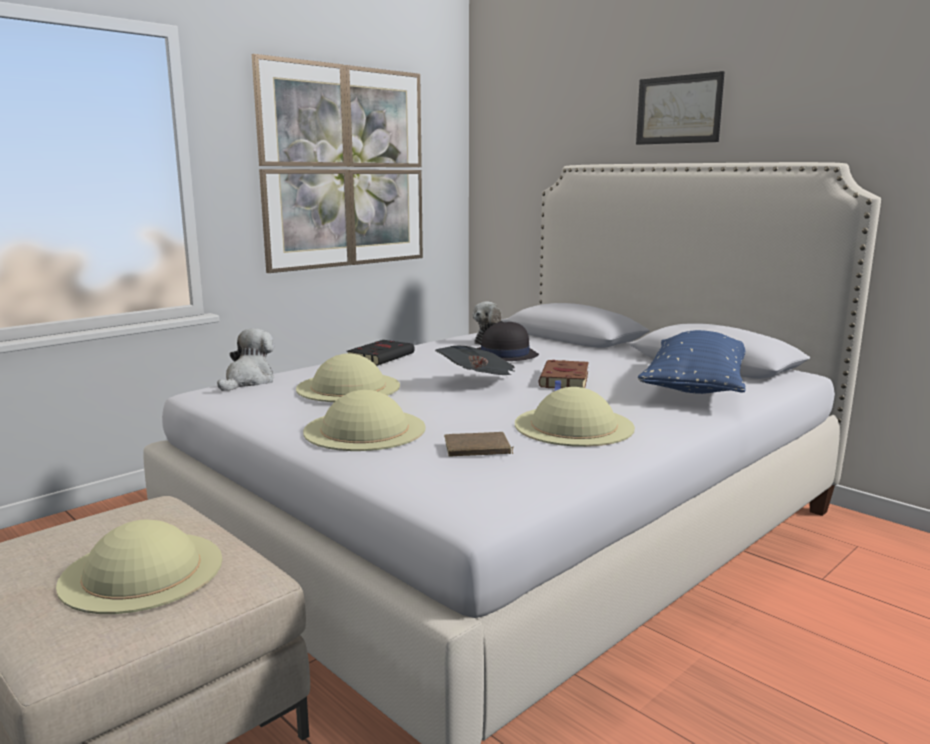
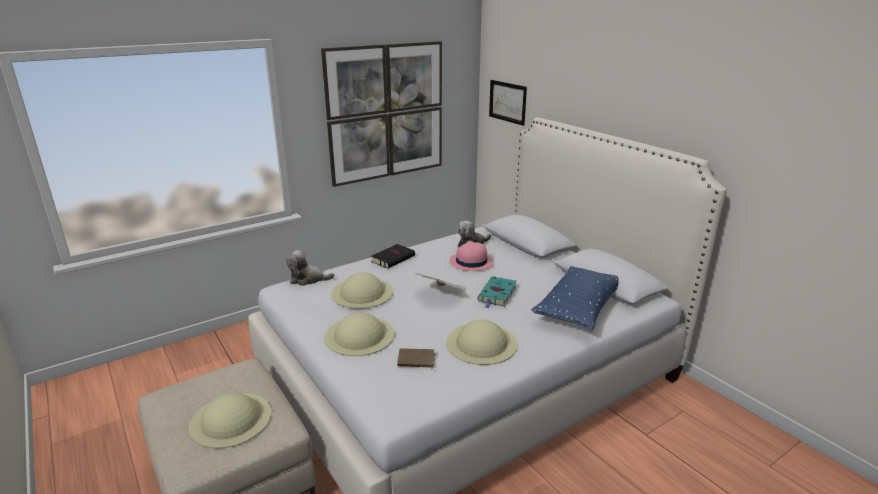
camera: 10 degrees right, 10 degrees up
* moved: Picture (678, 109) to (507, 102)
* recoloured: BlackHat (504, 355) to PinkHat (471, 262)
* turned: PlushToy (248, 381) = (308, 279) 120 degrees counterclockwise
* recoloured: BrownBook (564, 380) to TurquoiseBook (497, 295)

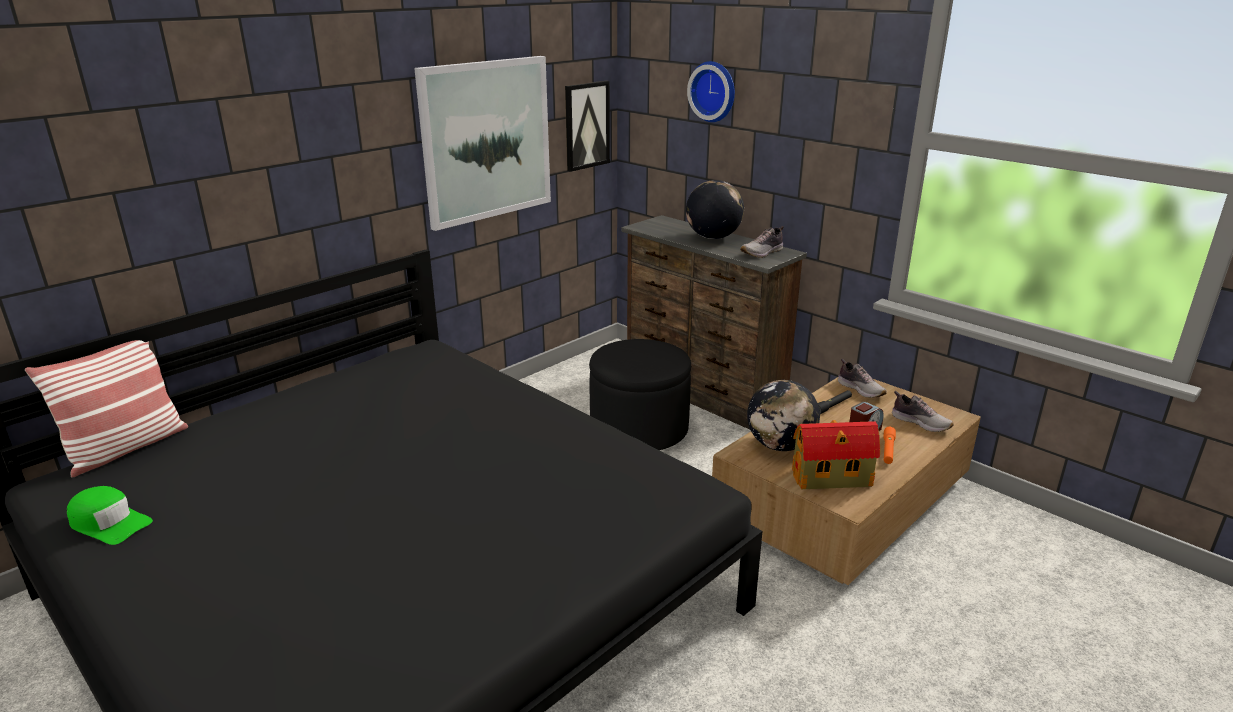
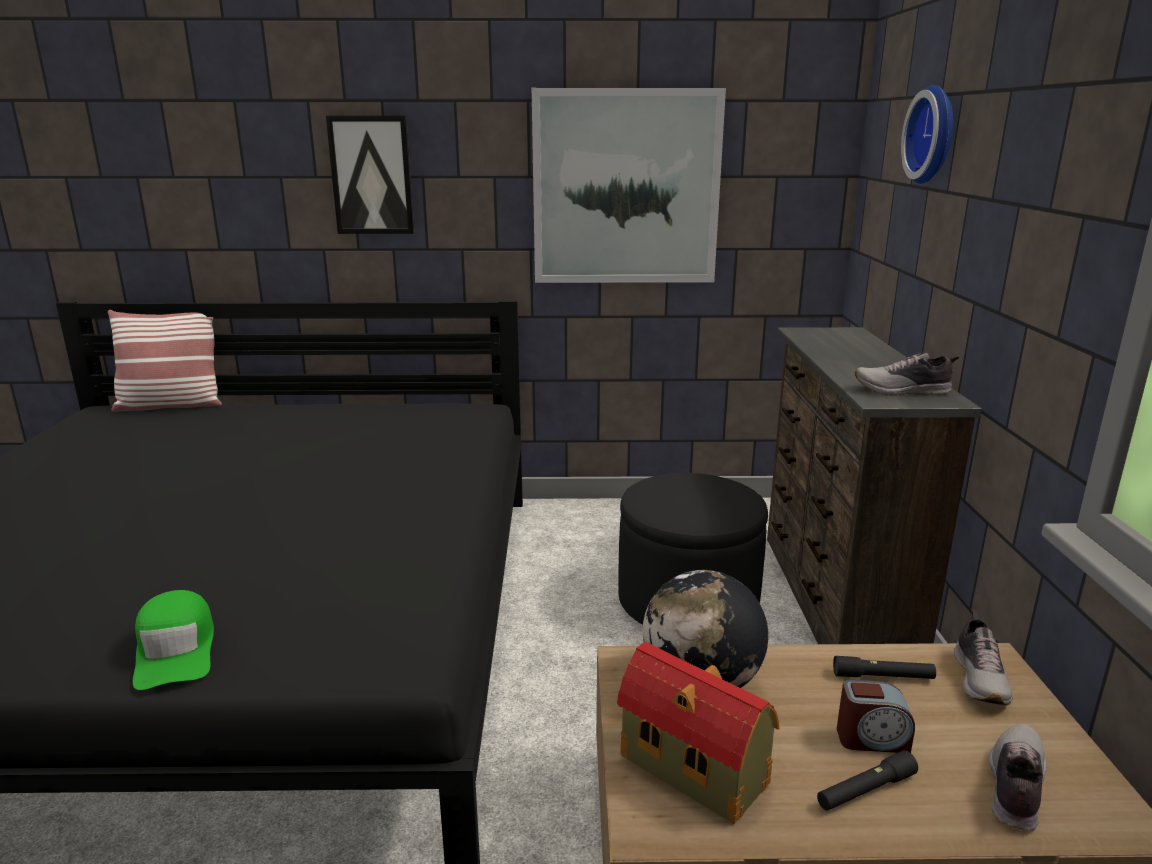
camera: 45 degrees right, 5 degrees down
* moved: Picture (586, 125) to (372, 175)
* removed: Globe (713, 237)
* turned: Shoe (920, 422) = (1014, 786) 150 degrees counterclockwise
* recoloured: OrangeFlashlight (888, 450) to BlackFlashlight (865, 790)
* moved: GreenCap (109, 523) to (176, 650)

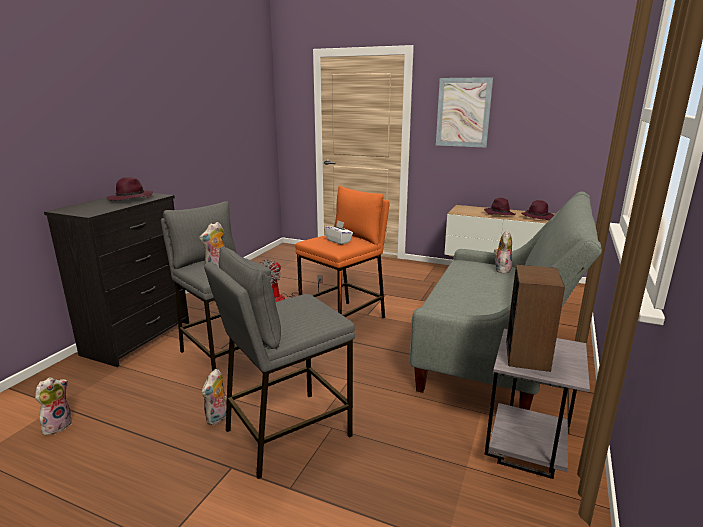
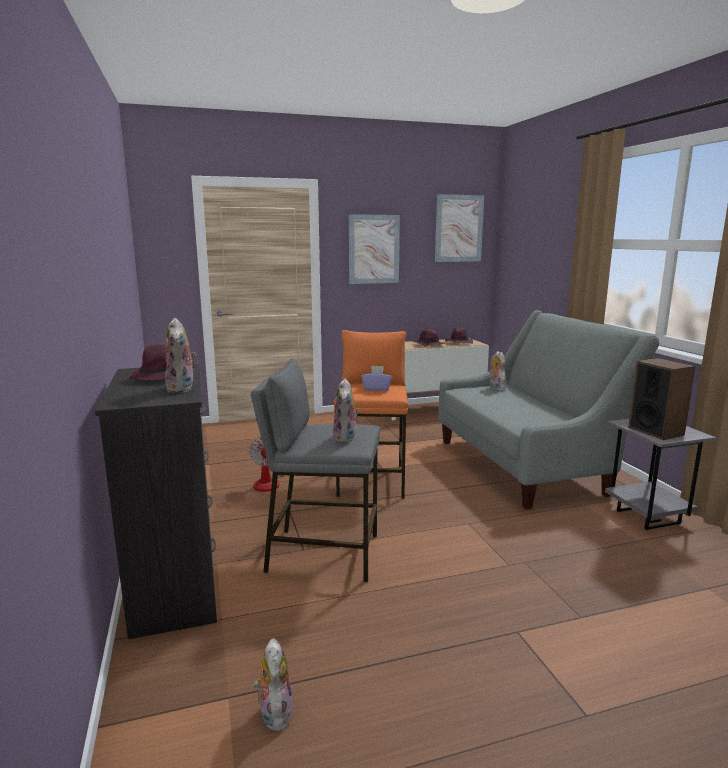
camera: 40 degrees left, 5 degrees down
* recoloured: WhiteTissueBox (338, 241) to PurpleTissueBox (377, 388)
* removed: GreyStool (287, 432)
* moved: PlushToy (218, 418) to (182, 388)
* added: Picture (459, 228)

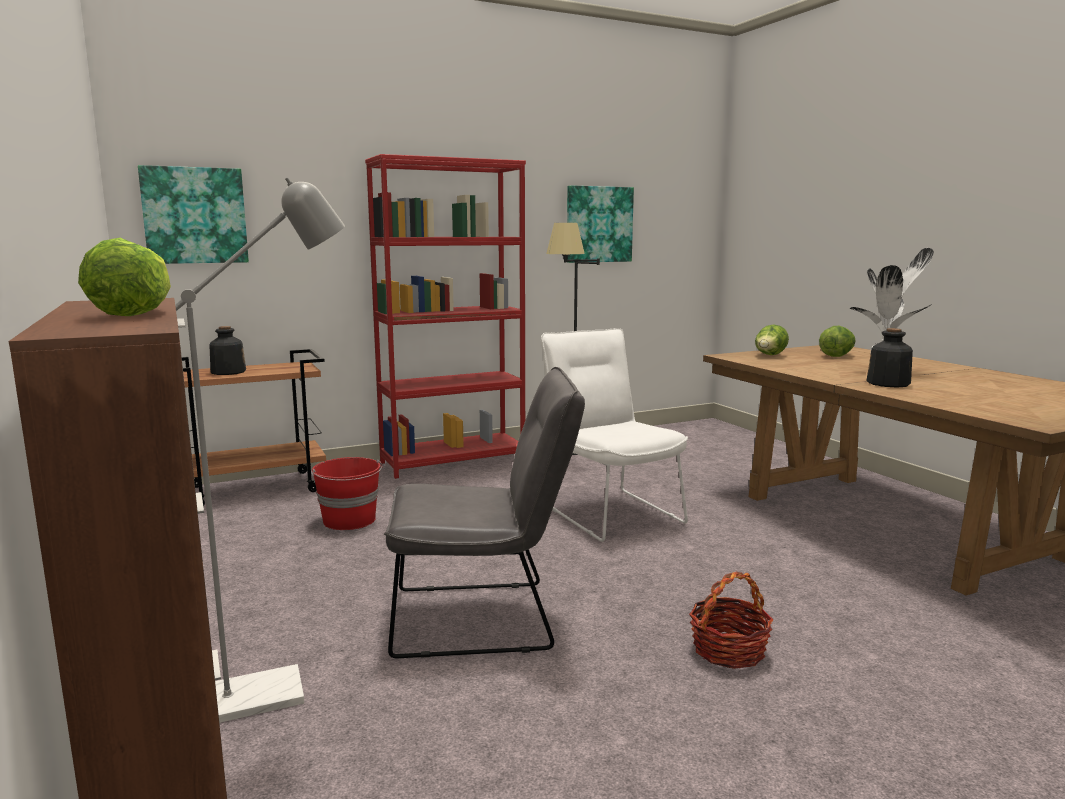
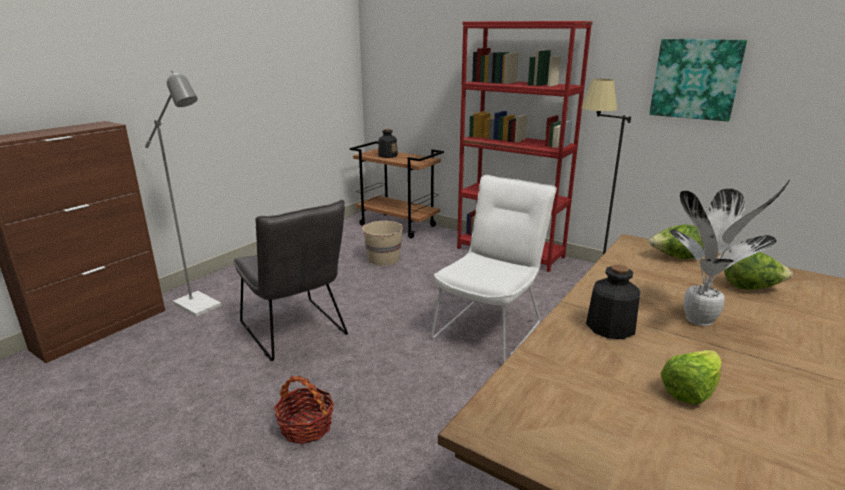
camera: 60 degrees right, 10 degrees up
* removed: Picture (195, 215)
* moved: Lettuce (135, 313) to (690, 391)
* recoloured: RedBucket (350, 520) to BeigeBucket (383, 259)

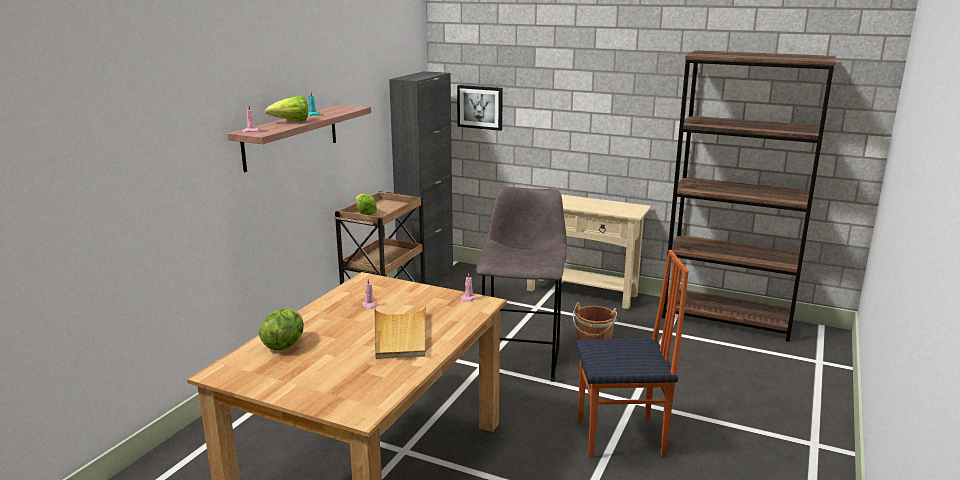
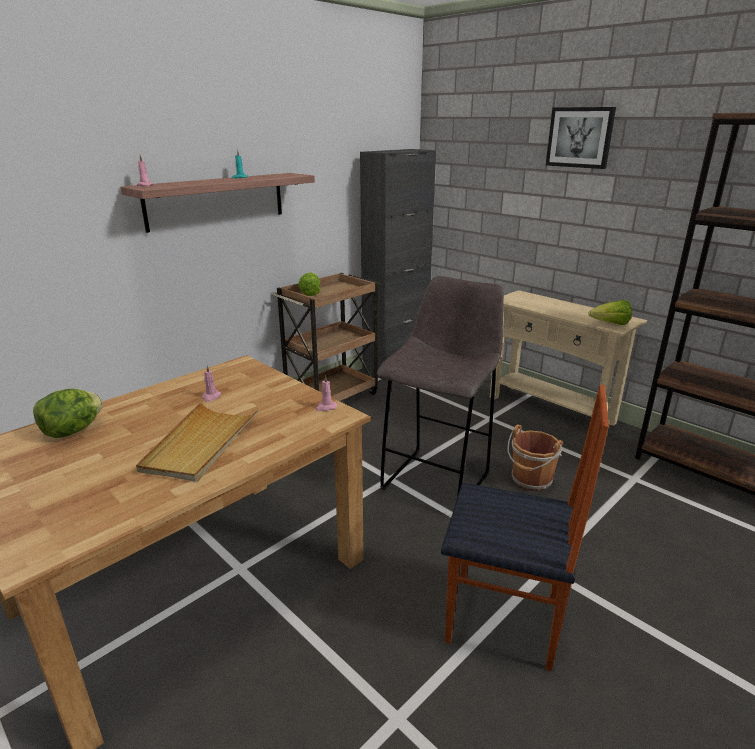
camera: 20 degrees right, 5 degrees up
* moved: Picture (480, 107) to (580, 137)
* moved: Lettuce (291, 121) to (610, 324)

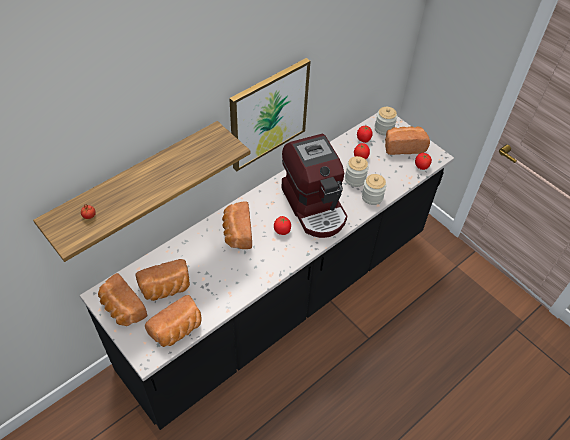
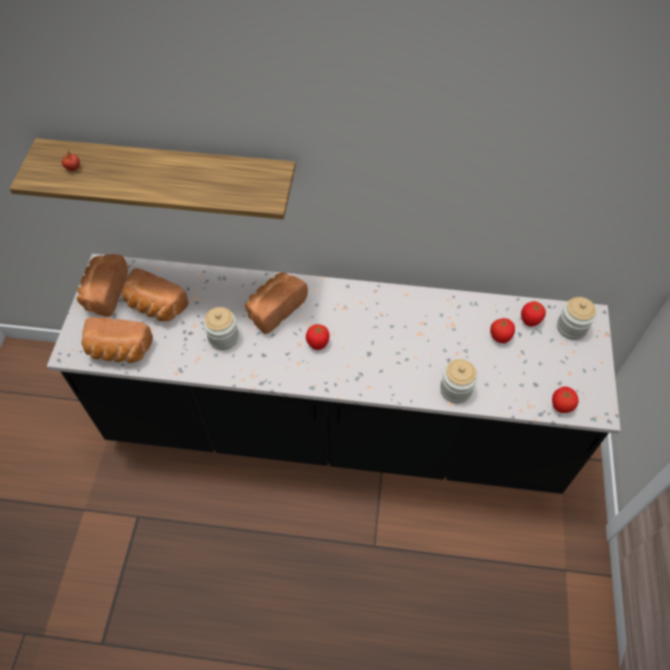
camera: 50 degrees right, 5 degrees up
* removed: Picture (268, 114)
* removed: Bread (403, 146)
* removed: CoffeeMachine (315, 206)
* moved: Jar (355, 179) to (223, 337)

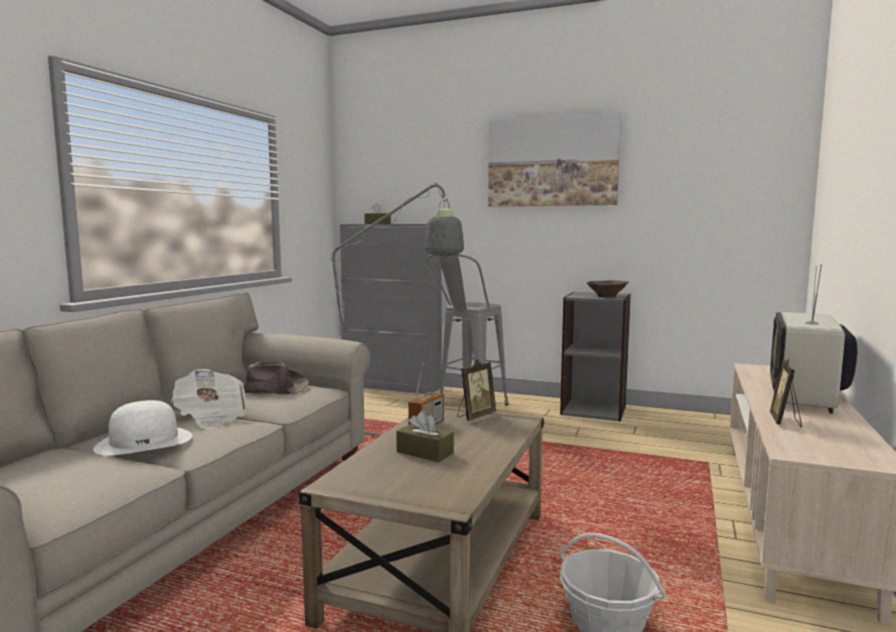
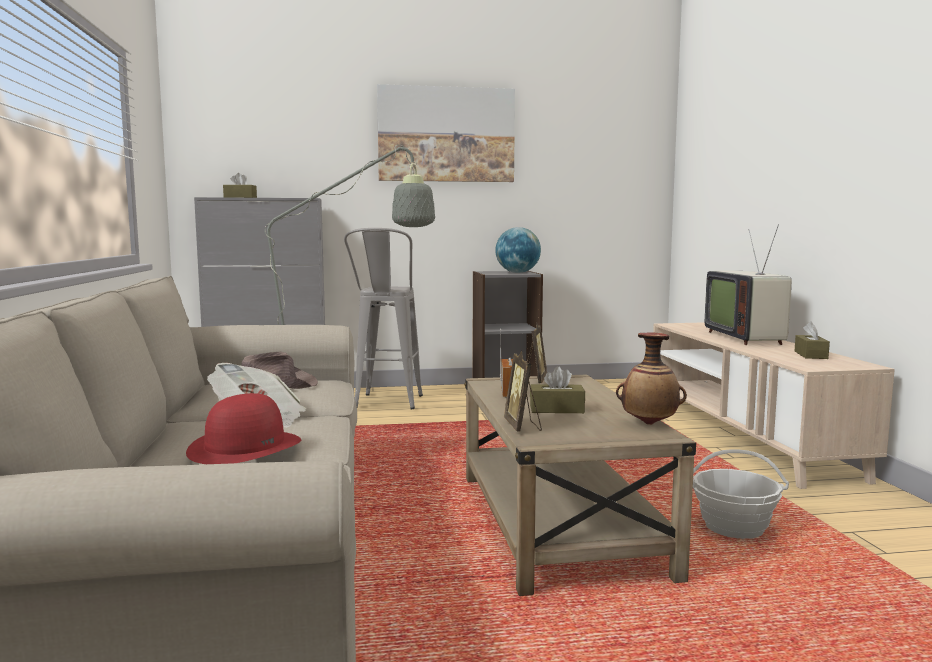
camera: 30 degrees left, 0 degrees up
* replaced: BrownBowl (606, 296) to Globe (518, 272)
* moved: PictureFrame (785, 421) to (523, 426)
* recoloured: WhiteHat (144, 441) to RedHat (245, 446)
* added: BrownTissueBox (810, 355)
* added: Vase (649, 423)

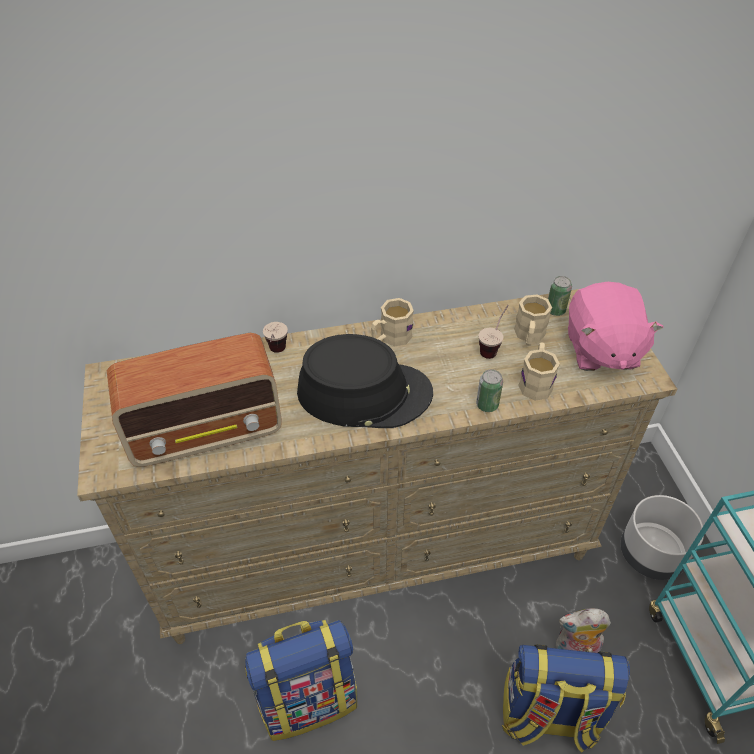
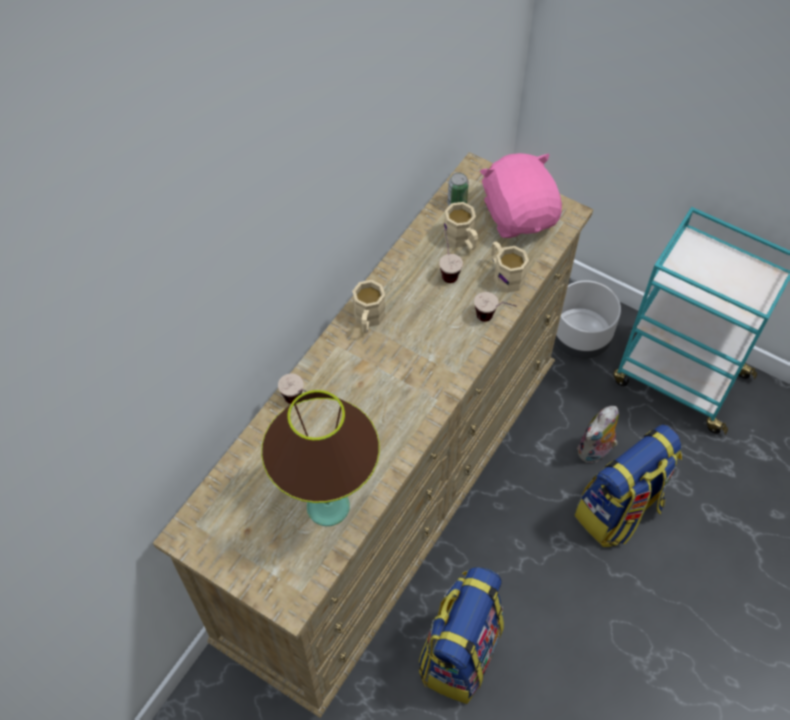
camera: 45 degrees left, 10 degrees up
* turned: PinkPlushToy (600, 350) = (519, 215) 150 degrees counterclockwise
* replaced: Radio (207, 431) to BrownTableLamp (327, 506)
* removed: BlackHat (364, 392)
* replaced: Can (487, 405) to Cup (493, 319)

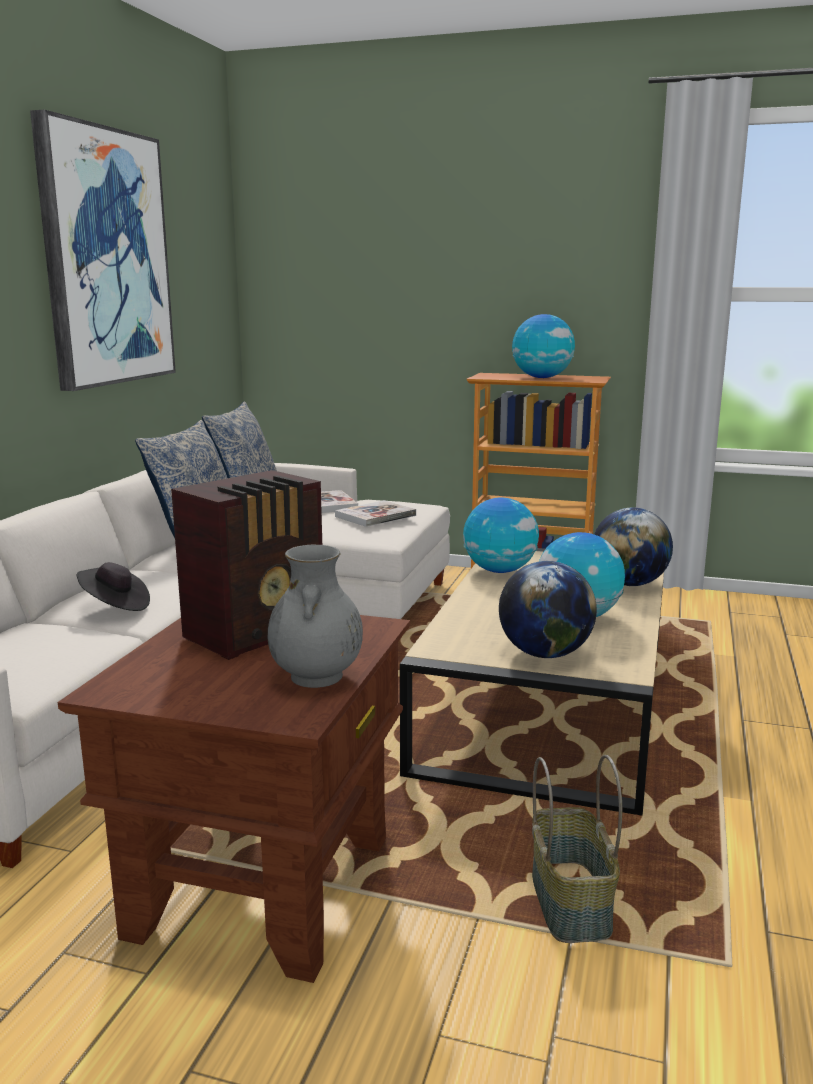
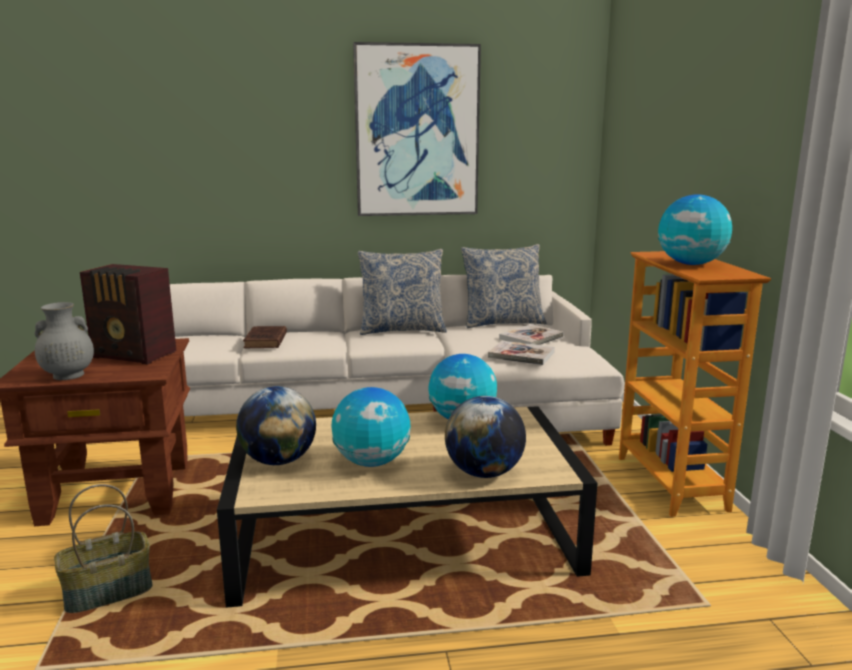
camera: 65 degrees right, 0 degrees up
* replaced: BlackHat (115, 605) to BrownBook (265, 341)

